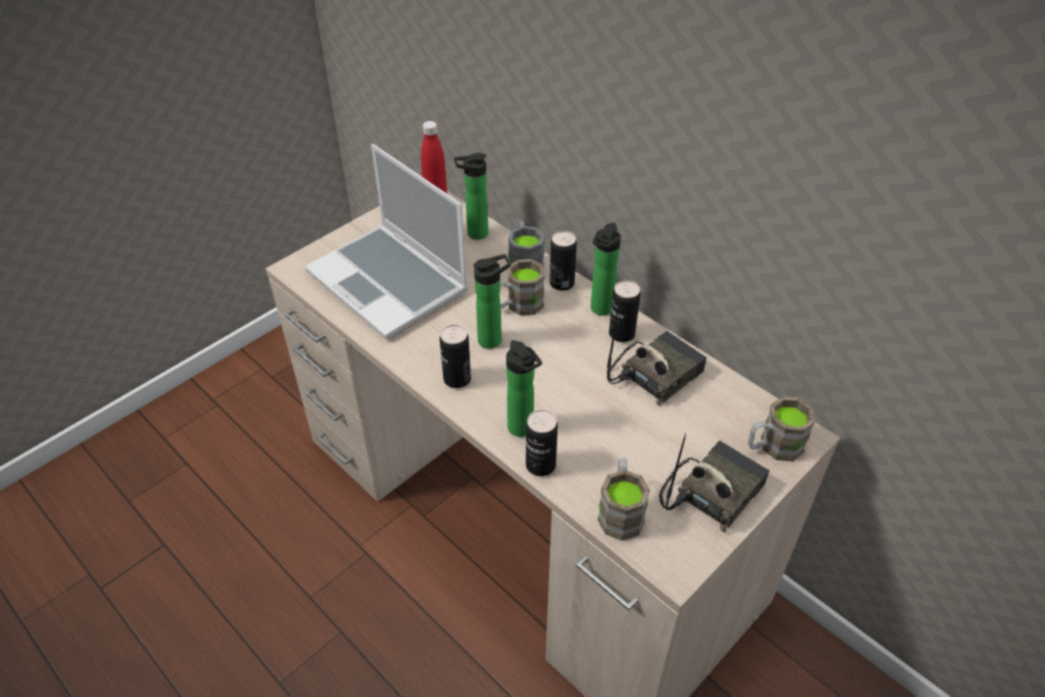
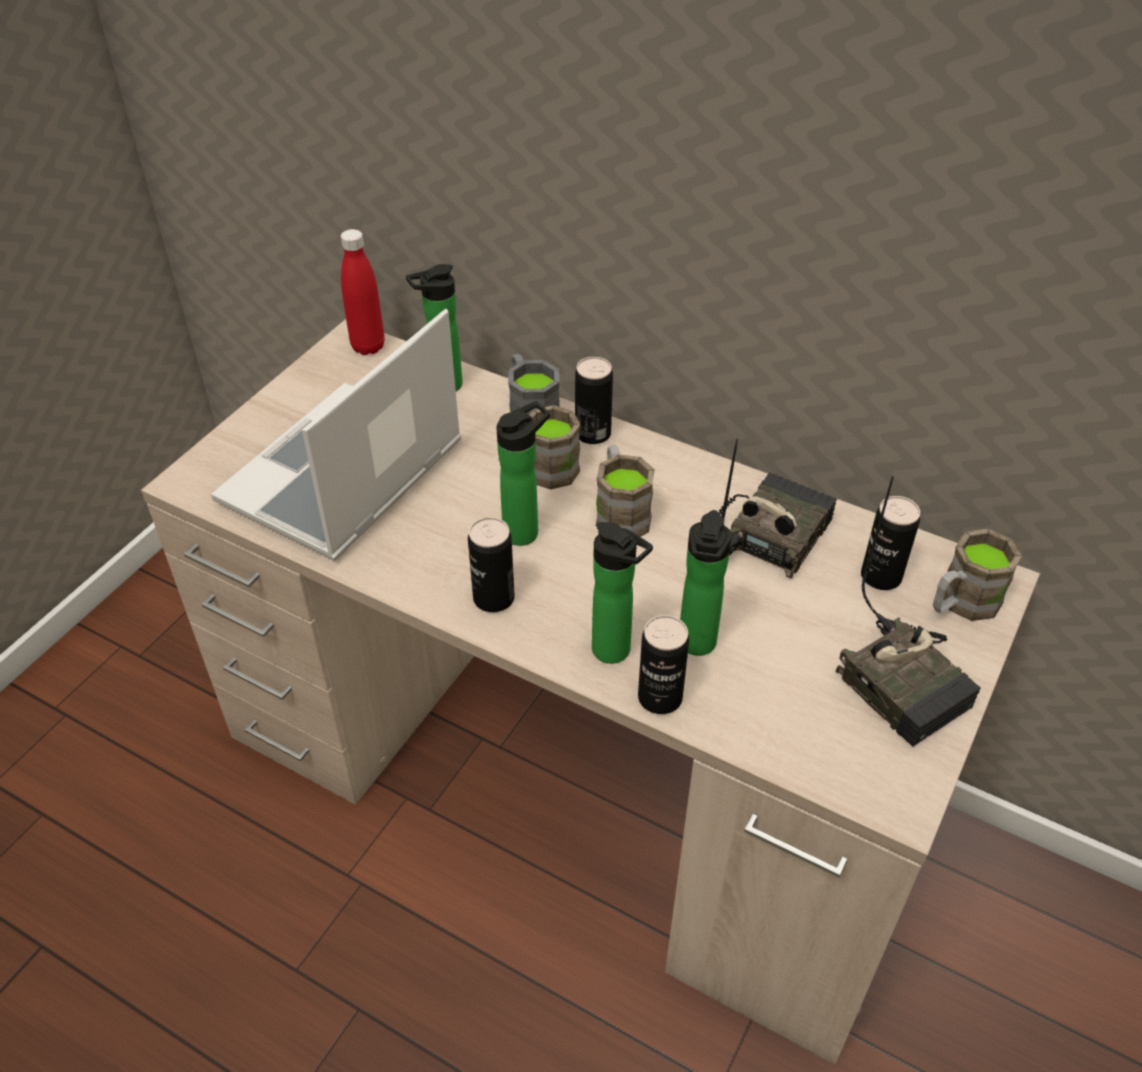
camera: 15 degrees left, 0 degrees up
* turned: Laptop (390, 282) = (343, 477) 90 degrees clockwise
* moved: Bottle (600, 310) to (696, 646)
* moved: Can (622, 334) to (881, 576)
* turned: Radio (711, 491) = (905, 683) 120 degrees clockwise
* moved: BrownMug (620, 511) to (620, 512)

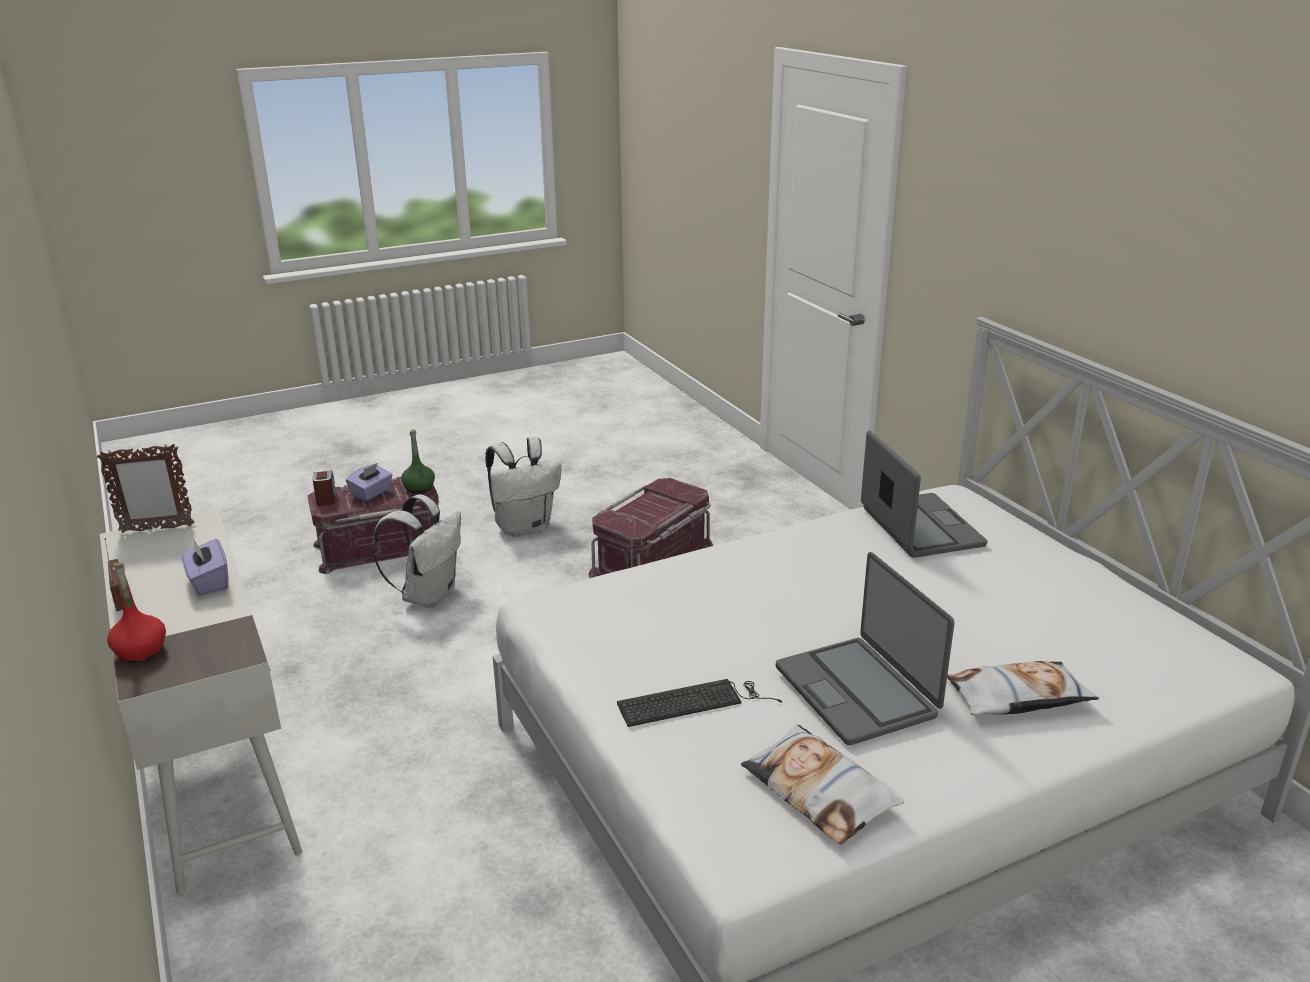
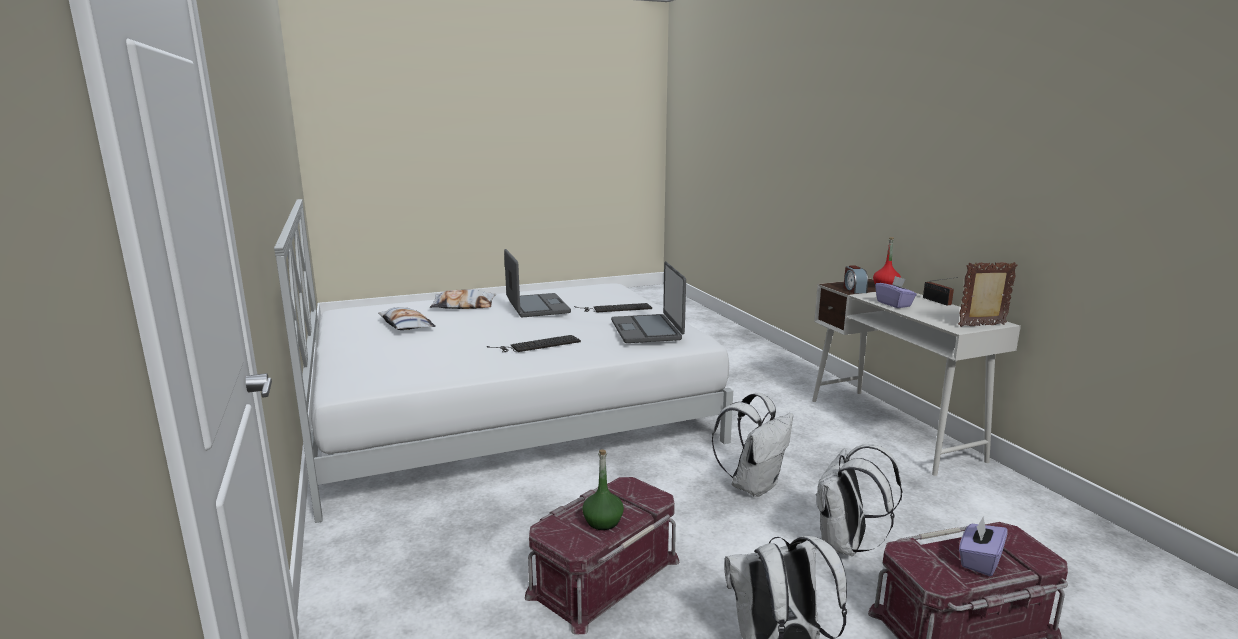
camera: 175 degrees left, 10 degrees down
* moved: GreenBottle (419, 488) to (603, 521)
* moved: Laptop (919, 527) to (647, 330)
* moved: AlarmClock (326, 498) to (854, 290)
* moved: Pillow (820, 791) to (406, 325)
* added: Keyboard (537, 345)
* added: WhiteBackpack (753, 485)

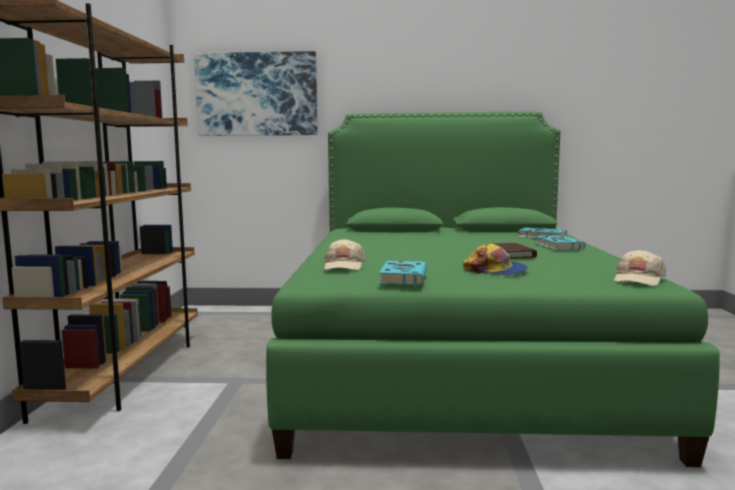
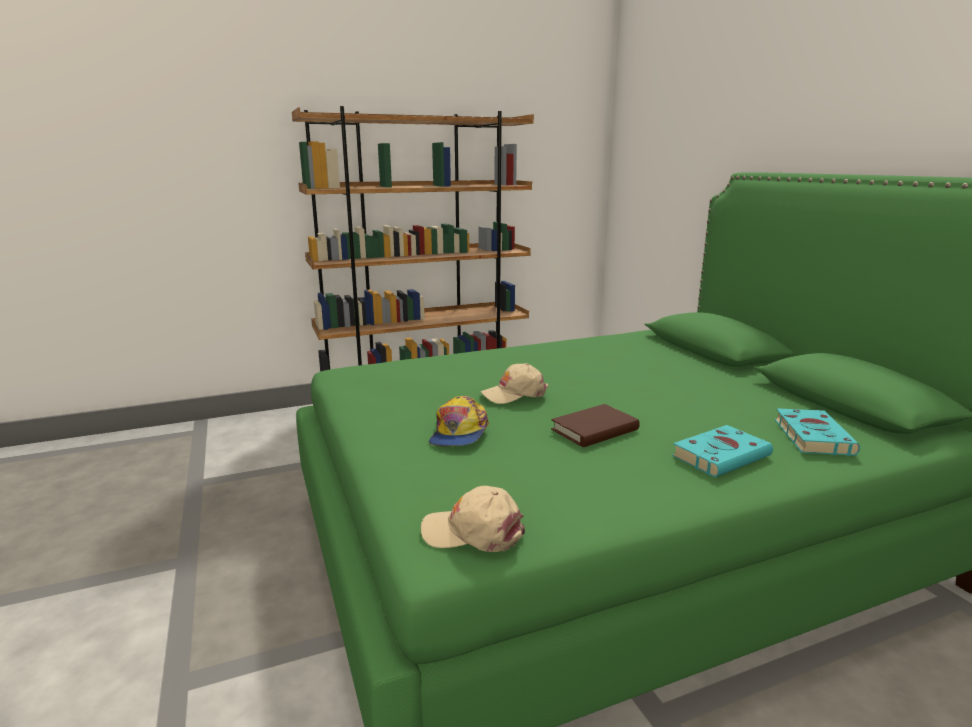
camera: 65 degrees right, 10 degrees up
* removed: Picture (257, 94)
* moved: BeigeCap (344, 265) to (514, 393)
* removed: TurquoiseBook (403, 277)

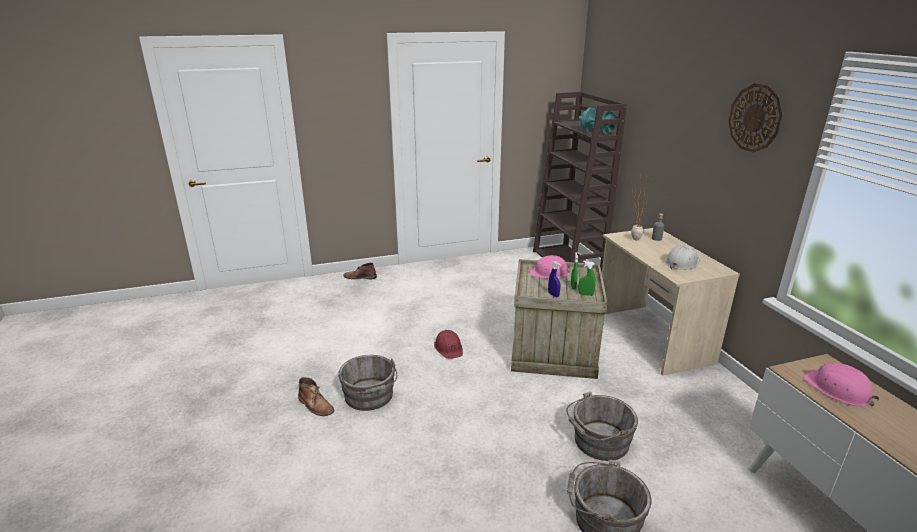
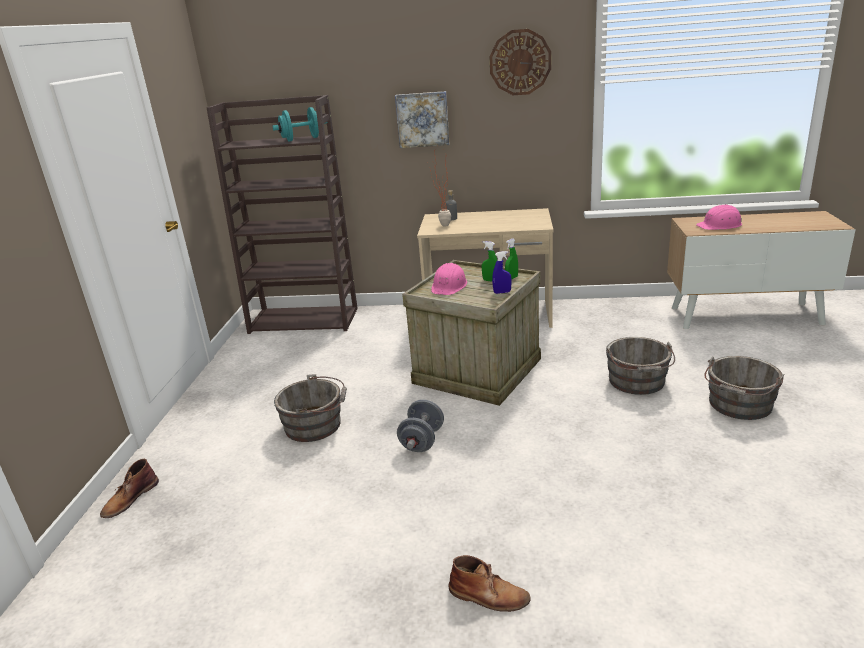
camera: 65 degrees left, 0 degrees up
* removed: WhiteHardHat (682, 263)
* replaced: RedHardHat (449, 348) to GreyDumbbell (422, 441)
* moved: GreyBucket (370, 397) to (316, 425)
* turned: BrownBoot (316, 405) = (489, 596) 45 degrees clockwise
* added: Picture (422, 119)

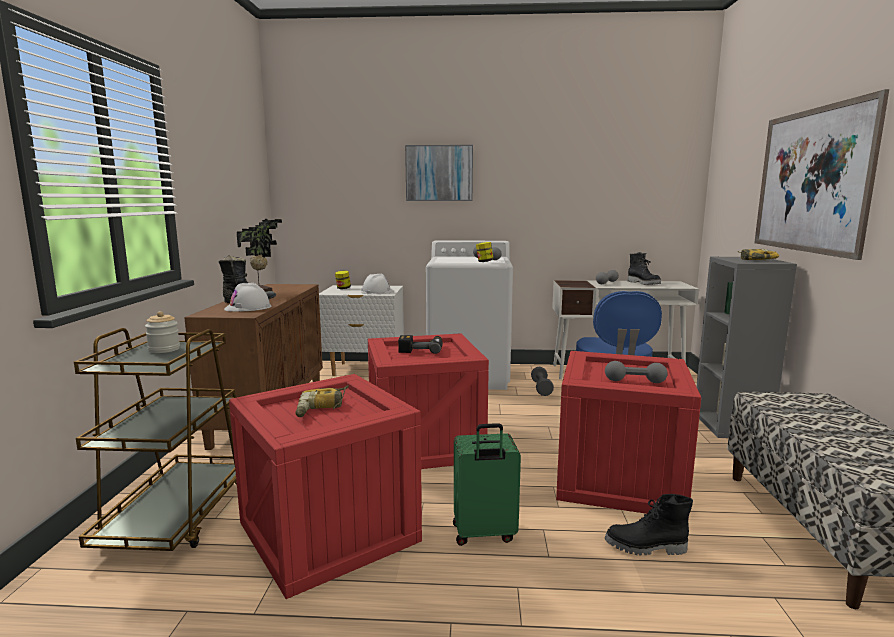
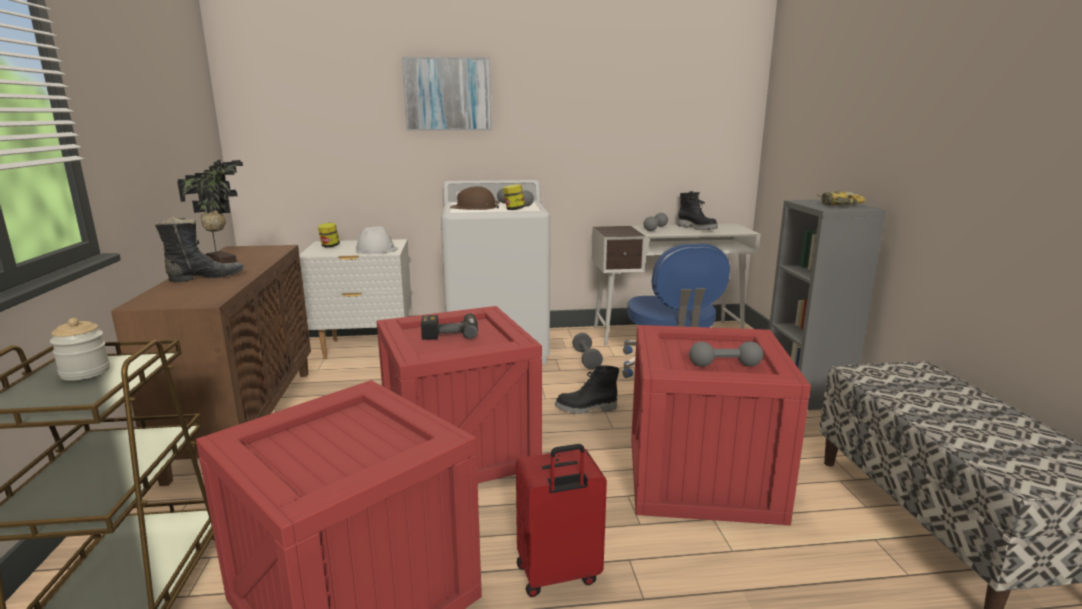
camera: 10 degrees left, 5 degrees up
* removed: Picture (810, 180)
* removed: WhiteHardHat (248, 307)
* removed: PowerDrill (322, 408)
* recoloured: GreenSuitcase (484, 534) to RedSuitcase (558, 575)
* moved: BlackBoot (646, 548) to (586, 409)
* added: BrownHardHat (474, 208)

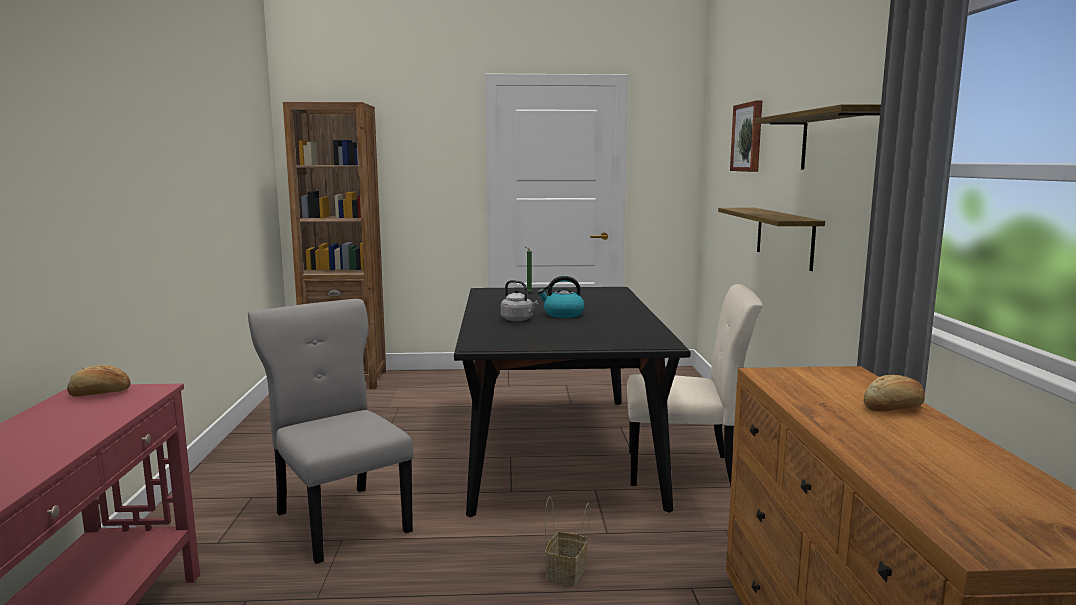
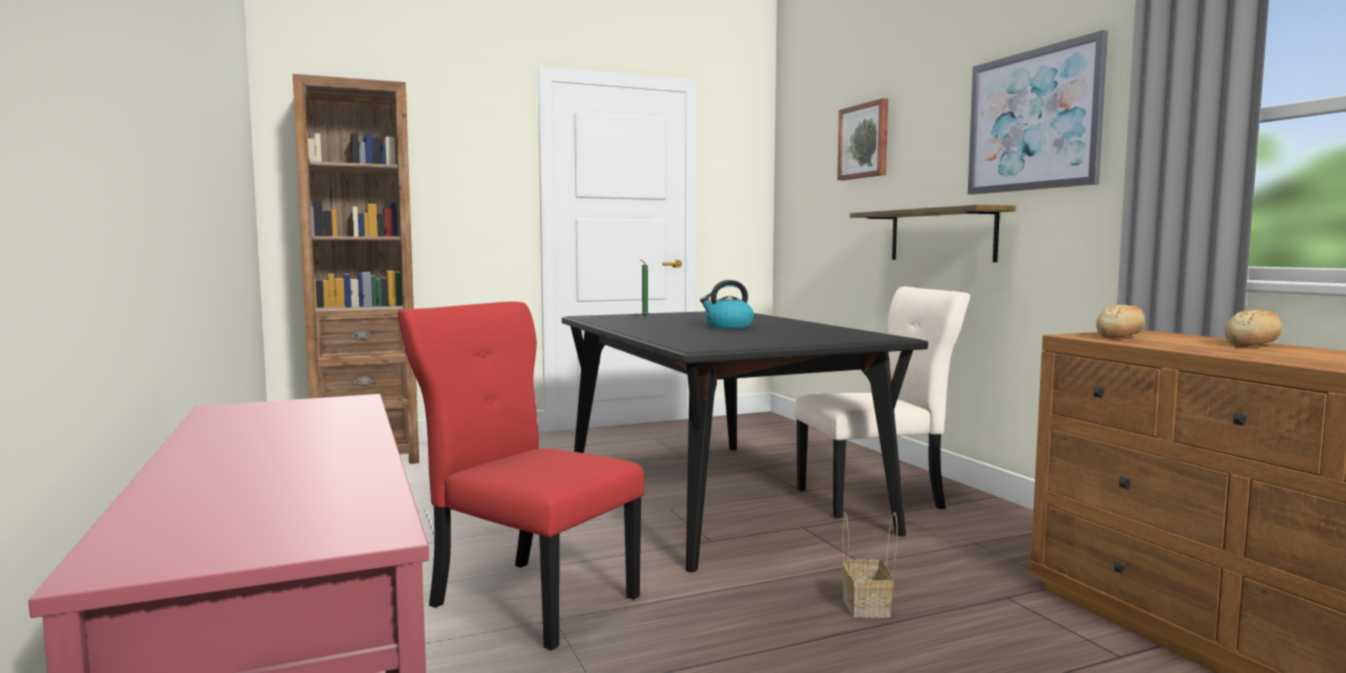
camera: 20 degrees left, 5 degrees down
* replaced: Shelf (839, 141) to Picture (1033, 120)
* removed: GreyKettle (518, 320)
* recoloured: GreyChair (340, 519) to RedChair (529, 599)
* moved: Bread (100, 394) to (1120, 336)

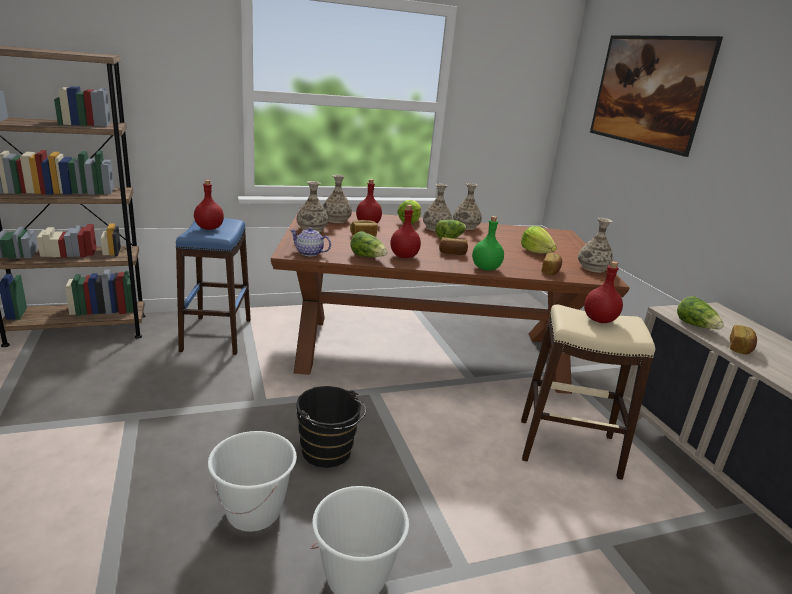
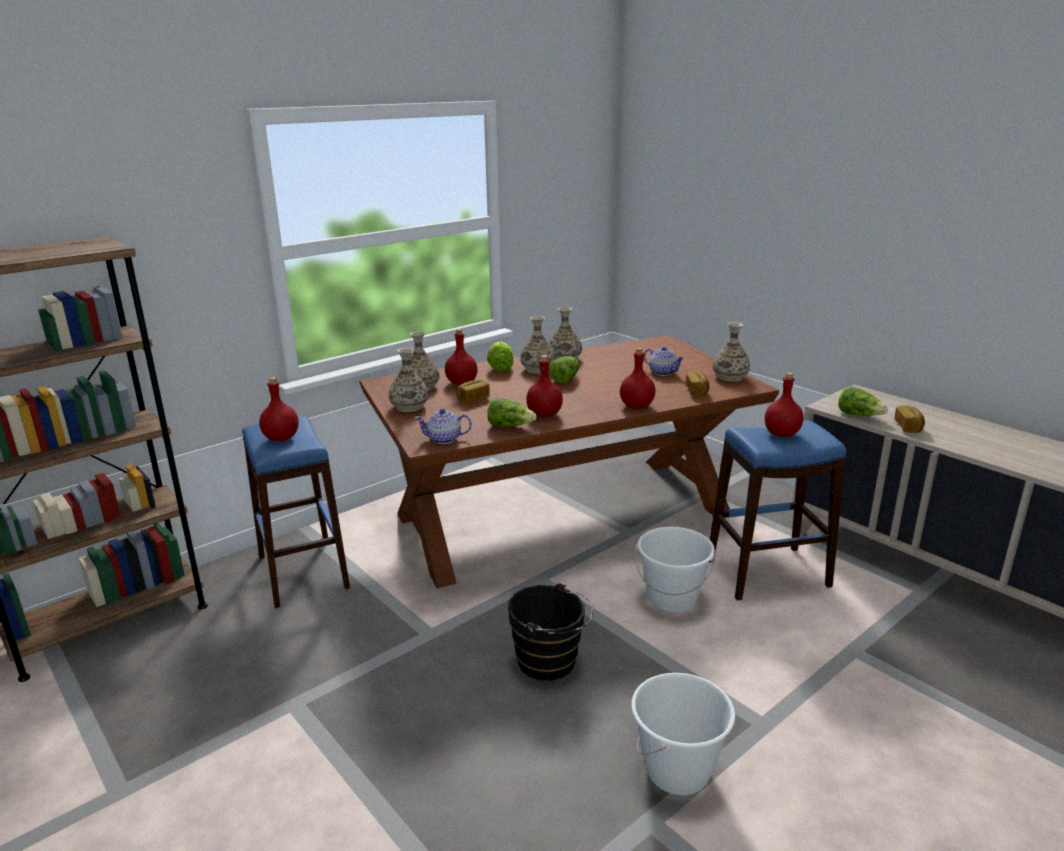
camera: 20 degrees left, 0 degrees up
* removed: Picture (641, 118)
* recoloured: GreenBottle (485, 268) to RedBottle (636, 406)
* replaced: Lettuce (536, 252) to Teapot (662, 372)
* removed: Bread (452, 253)
* recoloured: BeigeStool (568, 448) to BlueStool (767, 573)
* moved: WhiteBucket (254, 512) to (672, 599)

